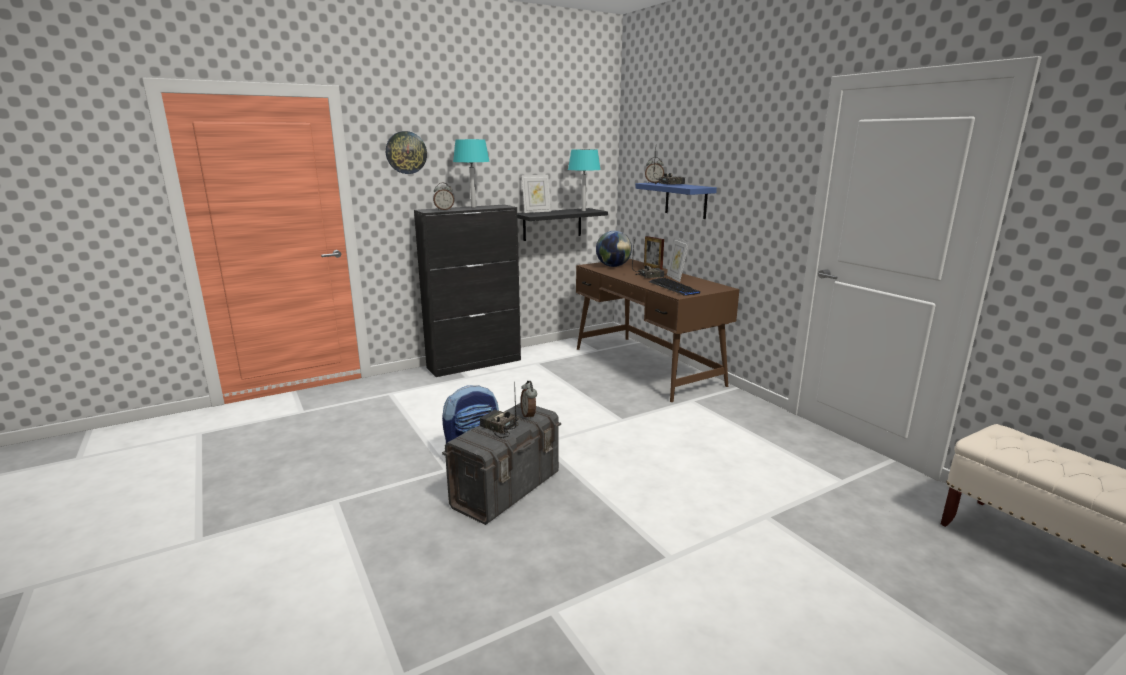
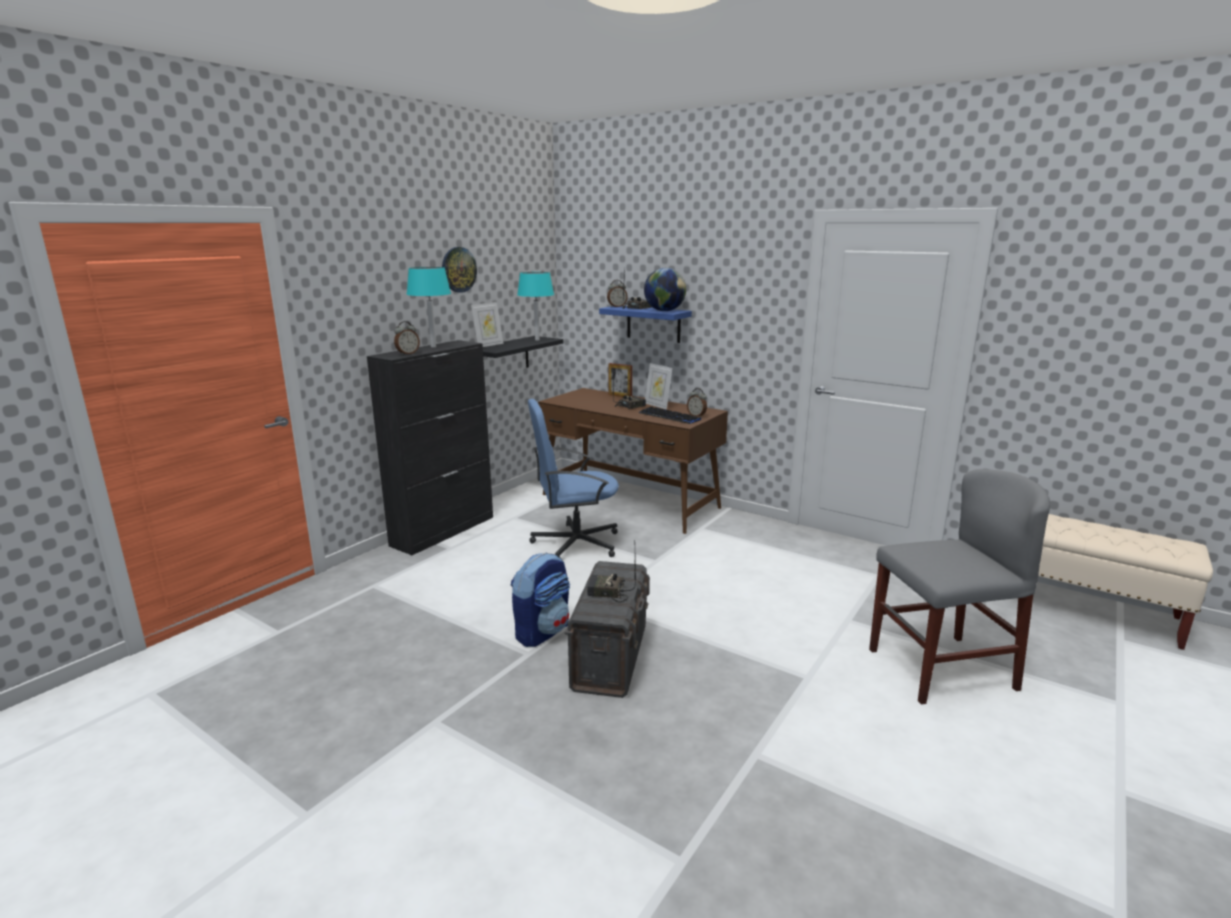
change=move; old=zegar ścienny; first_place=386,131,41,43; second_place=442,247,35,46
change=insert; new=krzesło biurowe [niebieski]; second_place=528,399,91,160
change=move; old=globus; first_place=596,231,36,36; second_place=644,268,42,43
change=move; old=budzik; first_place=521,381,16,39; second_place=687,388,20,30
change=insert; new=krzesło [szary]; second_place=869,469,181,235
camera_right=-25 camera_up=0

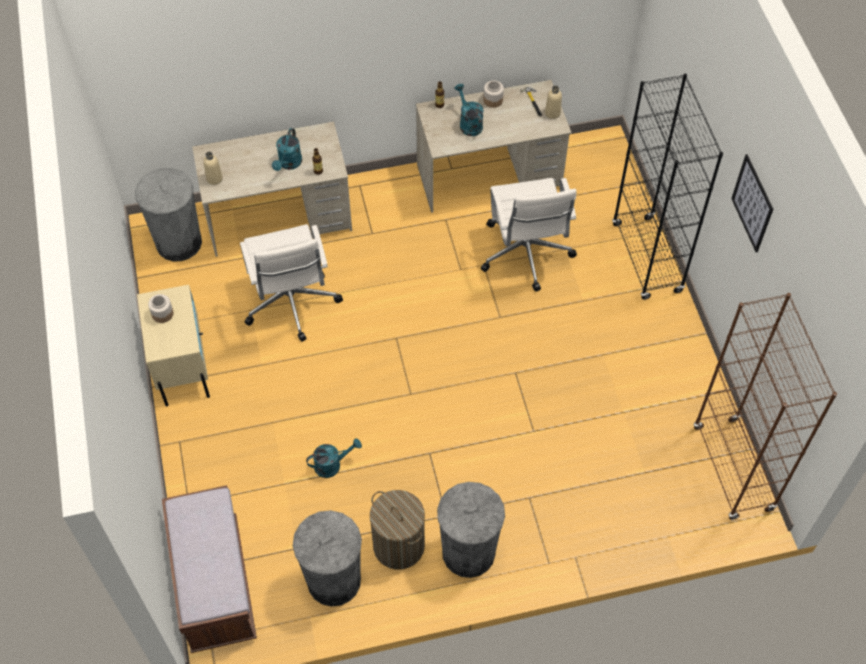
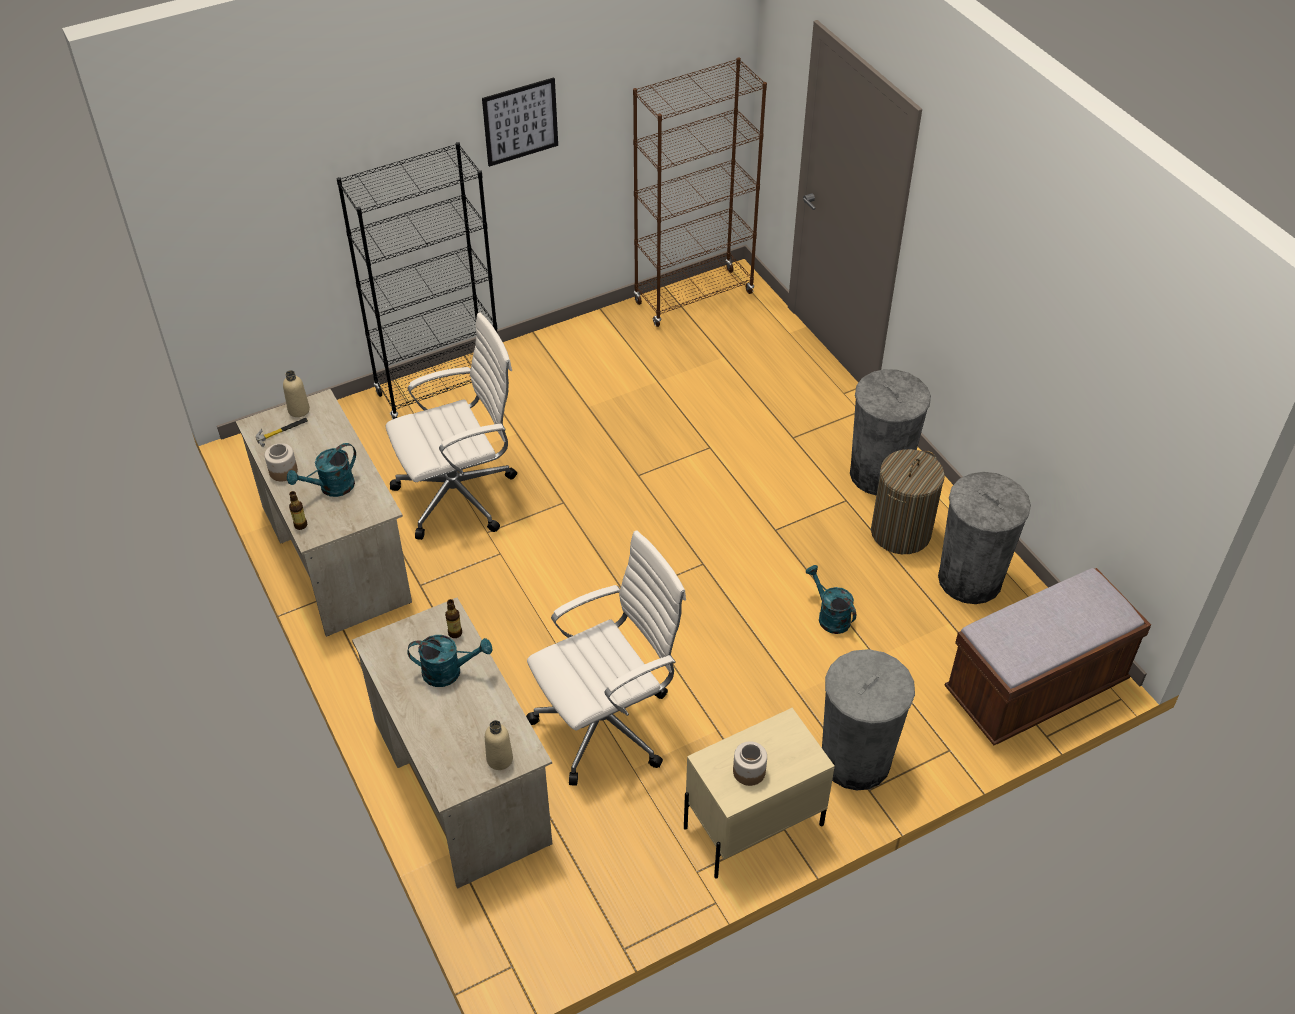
change=move; old=kosz na śmieci [szary]; first_place=135,168,67,93; second_place=822,649,93,141
camera_right=-105 camera_up=-10

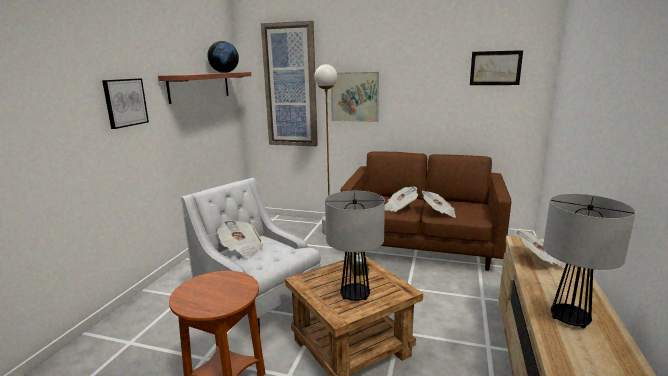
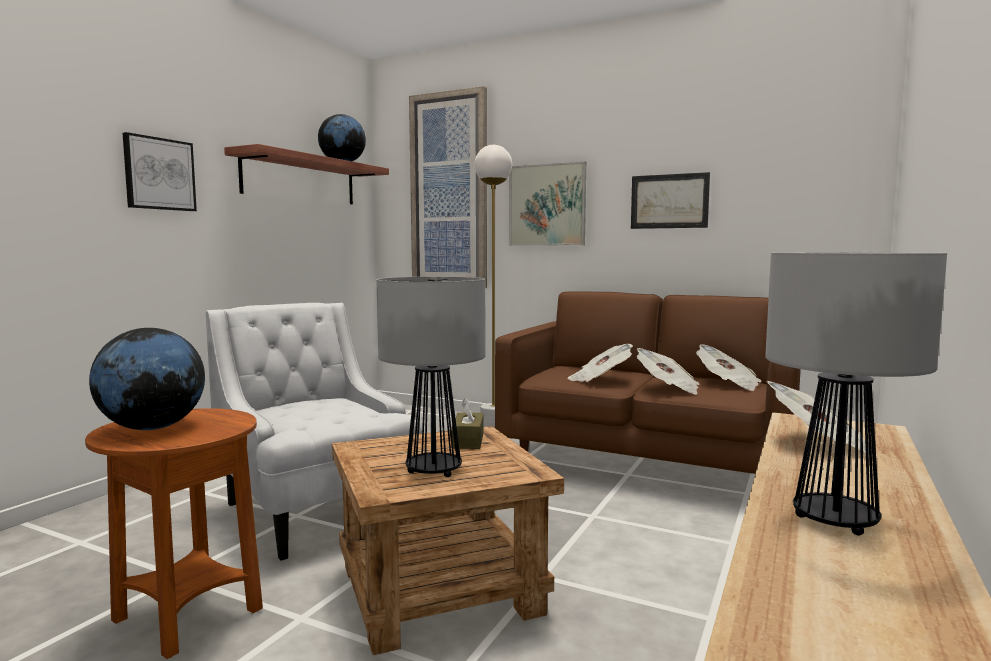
change=insert; new=globus; second_place=89,328,116,102
change=move; old=obraz; first_place=470,50,53,35; second_place=631,172,79,57
change=move; old=gazeta; first_place=217,220,46,38; second_place=696,344,65,47
camera_right=10 camera_up=-10

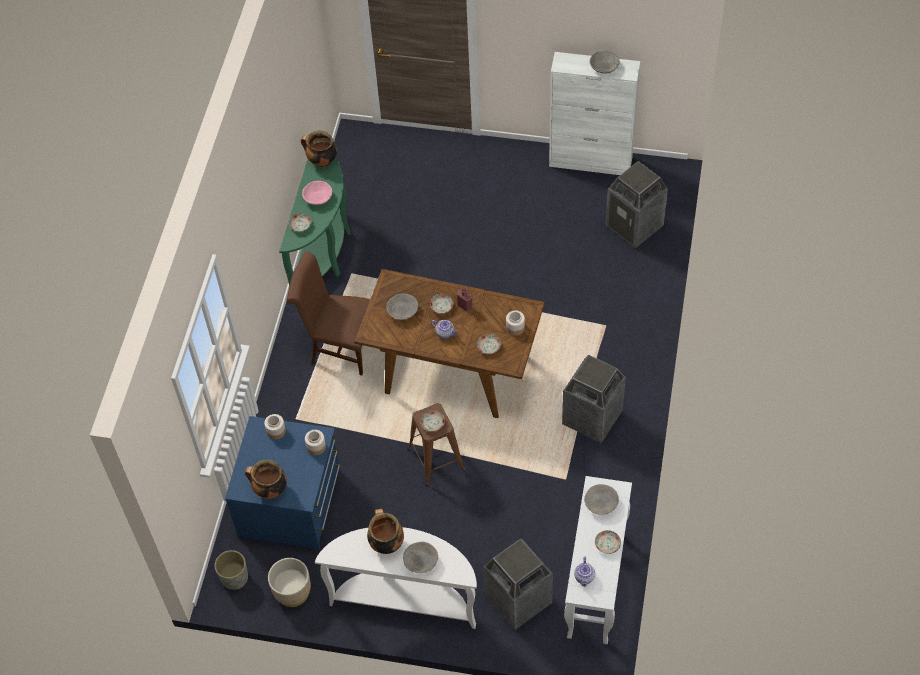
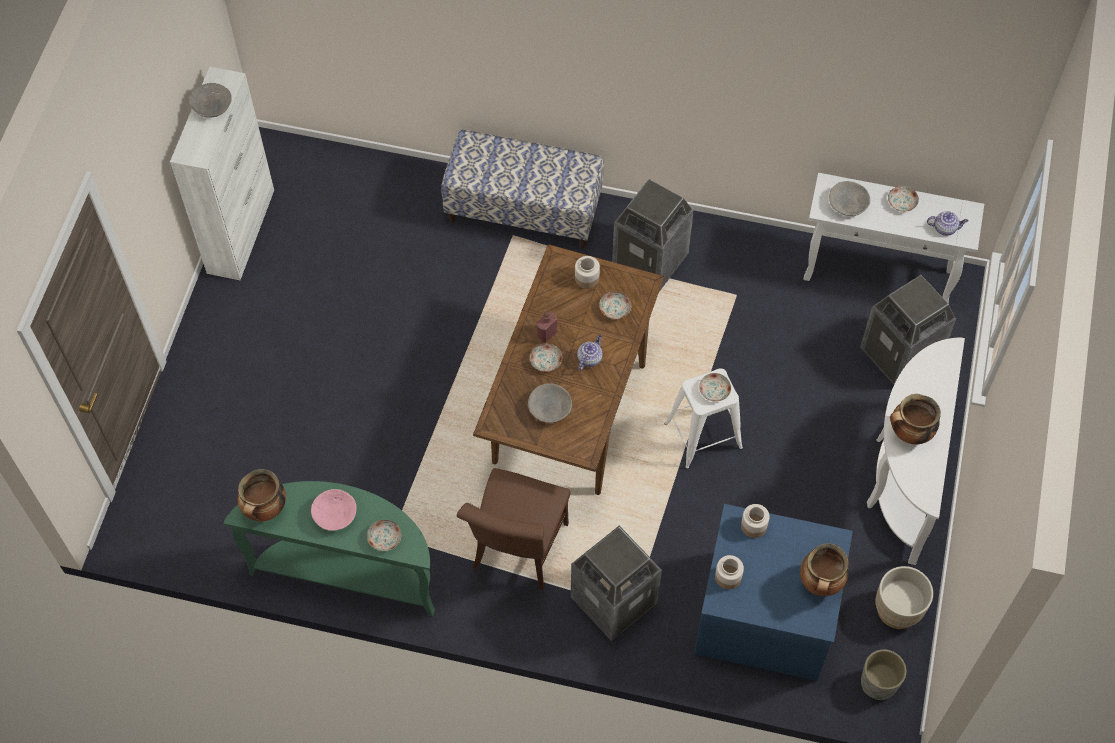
change=insert; new=ławka; second_place=441,130,163,118
change=move; old=kosz na śmieci; first_place=605,161,63,88; second_place=571,526,91,115
change=recolor; old=stołek [brązowy]; new=stołek [biały]; first_place=407,403,58,83; second_place=665,368,78,101
change=delete; old=miska [szary]; first_place=403,542,35,31
camera_right=-90 camera_up=5

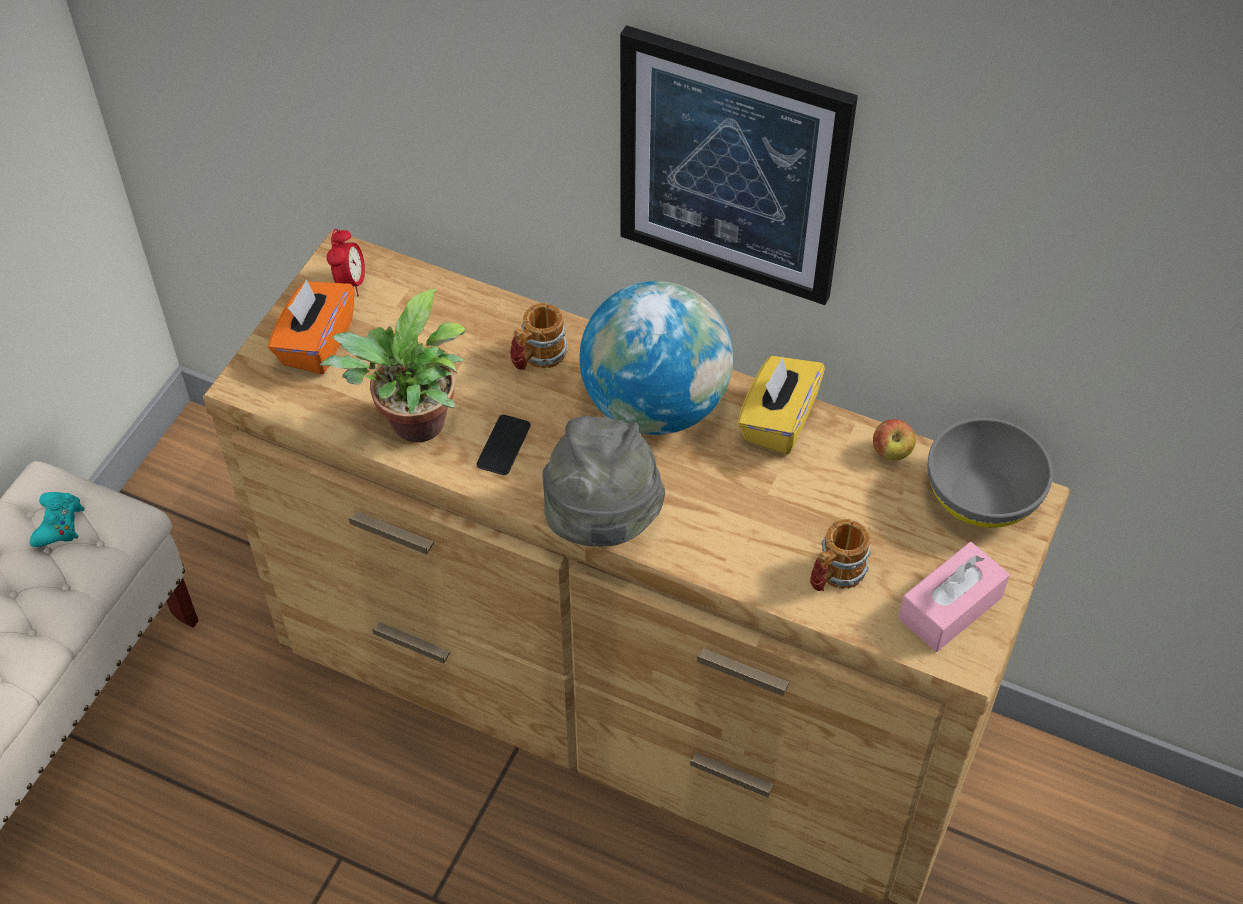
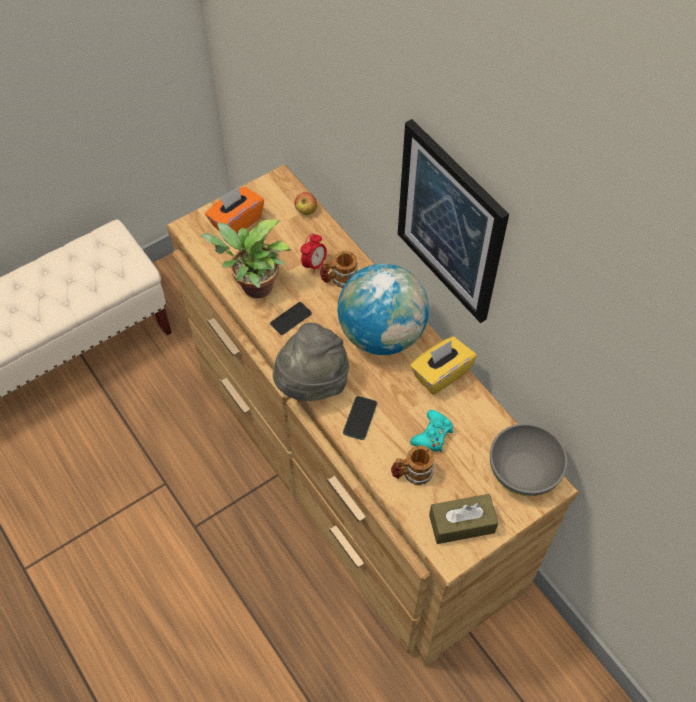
change=move; old=jabłko; first_place=873,419,43,41; second_place=295,192,22,23
change=move; old=budzik; first_place=327,229,38,67; second_place=301,233,26,41
change=insert; new=telefon; second_place=343,396,34,44
change=move; old=pad do gier [turkusowy]; first_place=30,492,54,55; second_place=410,410,43,42
change=recolor; old=pudełko chusteczek [różowy]; new=pudełko chusteczek [brązowy]; first_place=898,542,112,110; second_place=429,494,69,50
camera_right=30 camera_up=5

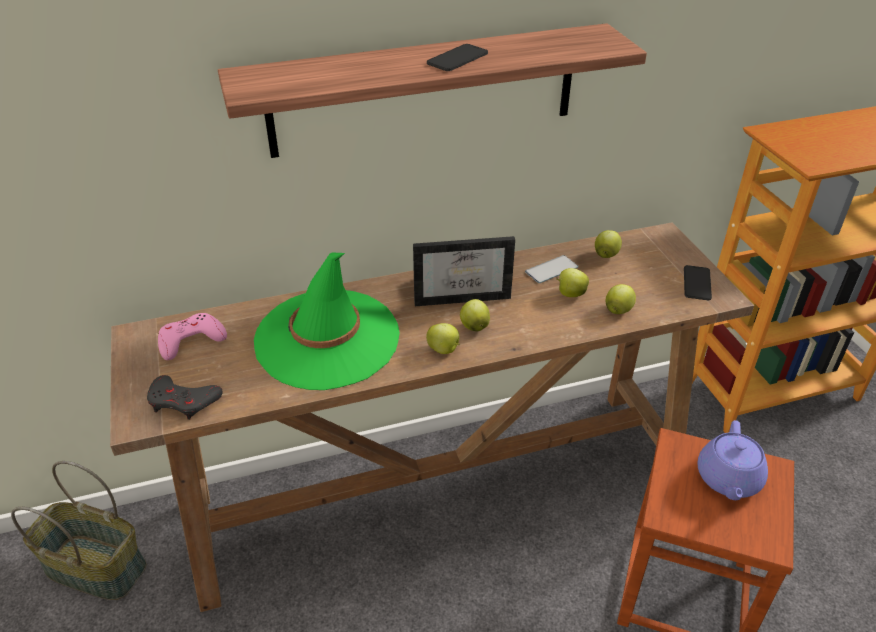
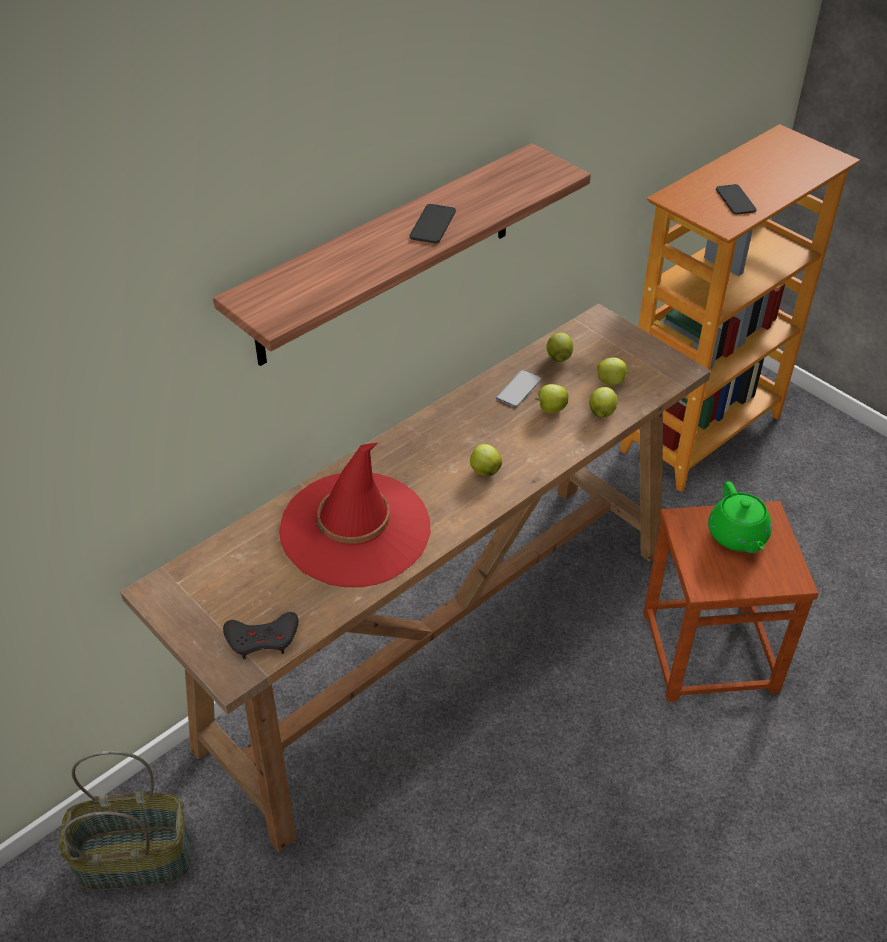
change=recolor; old=kapelusz [zielony]; new=kapelusz [czerwony]; first_place=254,253,146,137; second_place=279,442,152,145
change=move; old=jabłko; first_place=426,323,34,31; second_place=597,357,32,28
change=recolor; old=imbryk [fioletowy]; new=imbryk [zielony]; first_place=697,420,71,80; second_place=708,482,64,71
change=move; old=telefon; first_place=684,265,28,35; second_place=716,184,41,31
change=delete; old=pad do gier [różowy]; first_place=158,313,69,47
change=delete; old=ramka na zdjęcie; first_place=413,236,102,70
camera_right=-25 camera_up=5

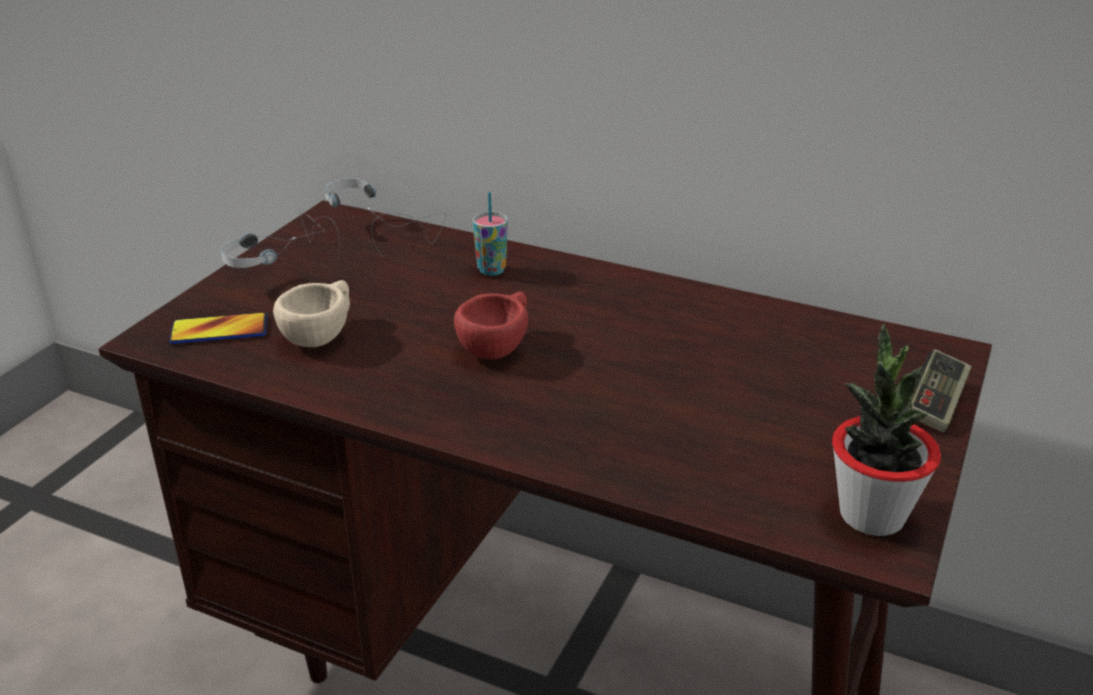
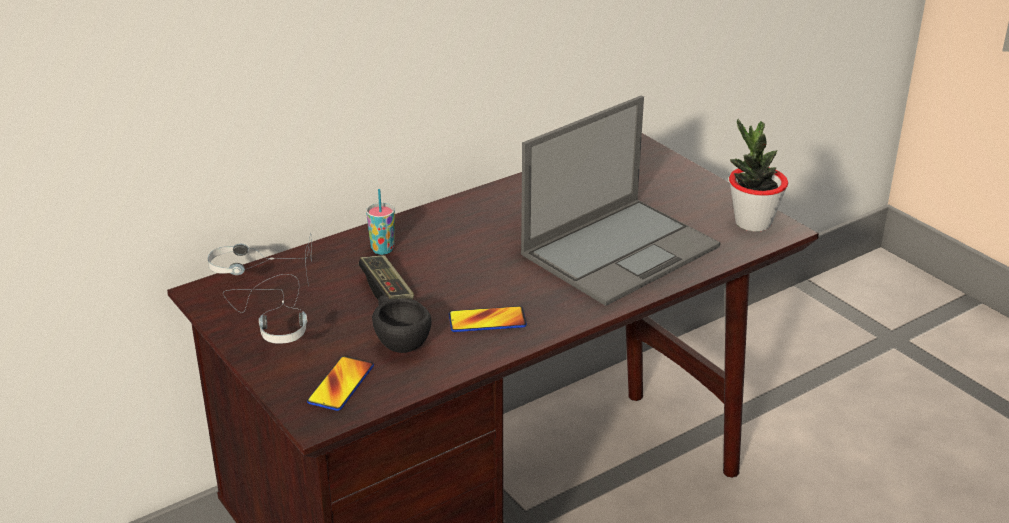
change=move; old=pad do gier; first_place=911,349,61,84; second_place=359,255,55,45
change=recolor; old=filiżanka [beżowy]; new=filiżanka [czarny]; first_place=273,280,77,67; second_place=372,296,60,57
change=insert; new=telefon; second_place=449,306,78,26
change=insert; new=laptop; second_place=521,95,199,211
change=delete; old=filiżanka [czerwony]; first_place=454,292,74,67
camera_right=-60 camera_up=0

